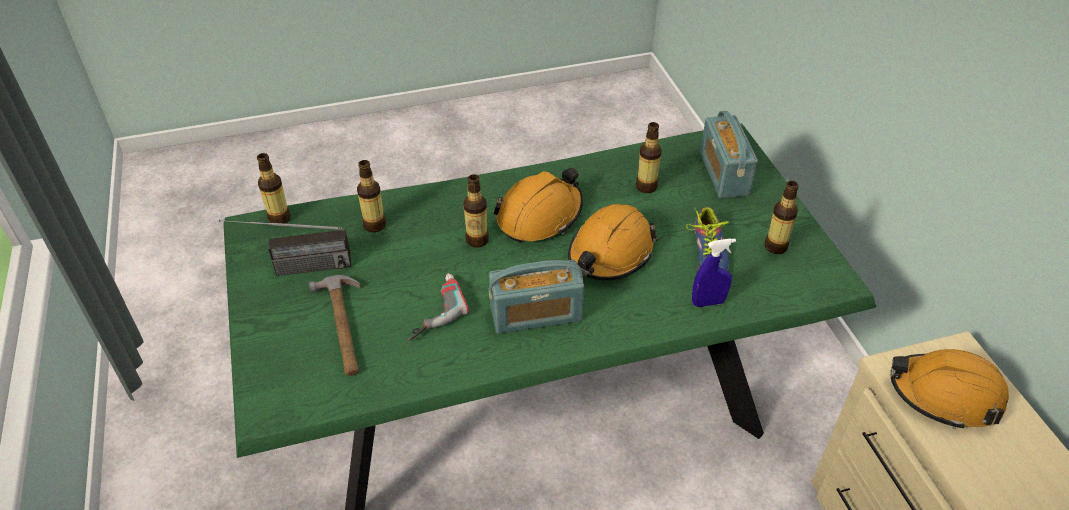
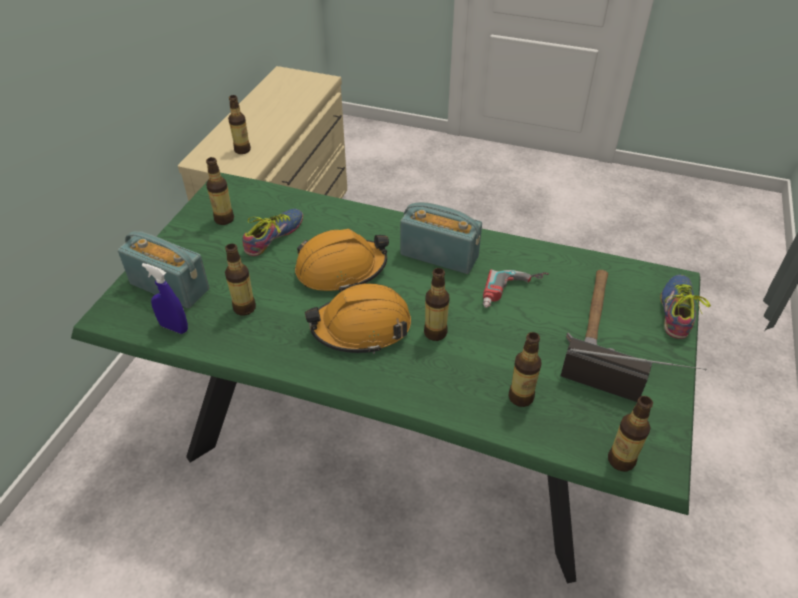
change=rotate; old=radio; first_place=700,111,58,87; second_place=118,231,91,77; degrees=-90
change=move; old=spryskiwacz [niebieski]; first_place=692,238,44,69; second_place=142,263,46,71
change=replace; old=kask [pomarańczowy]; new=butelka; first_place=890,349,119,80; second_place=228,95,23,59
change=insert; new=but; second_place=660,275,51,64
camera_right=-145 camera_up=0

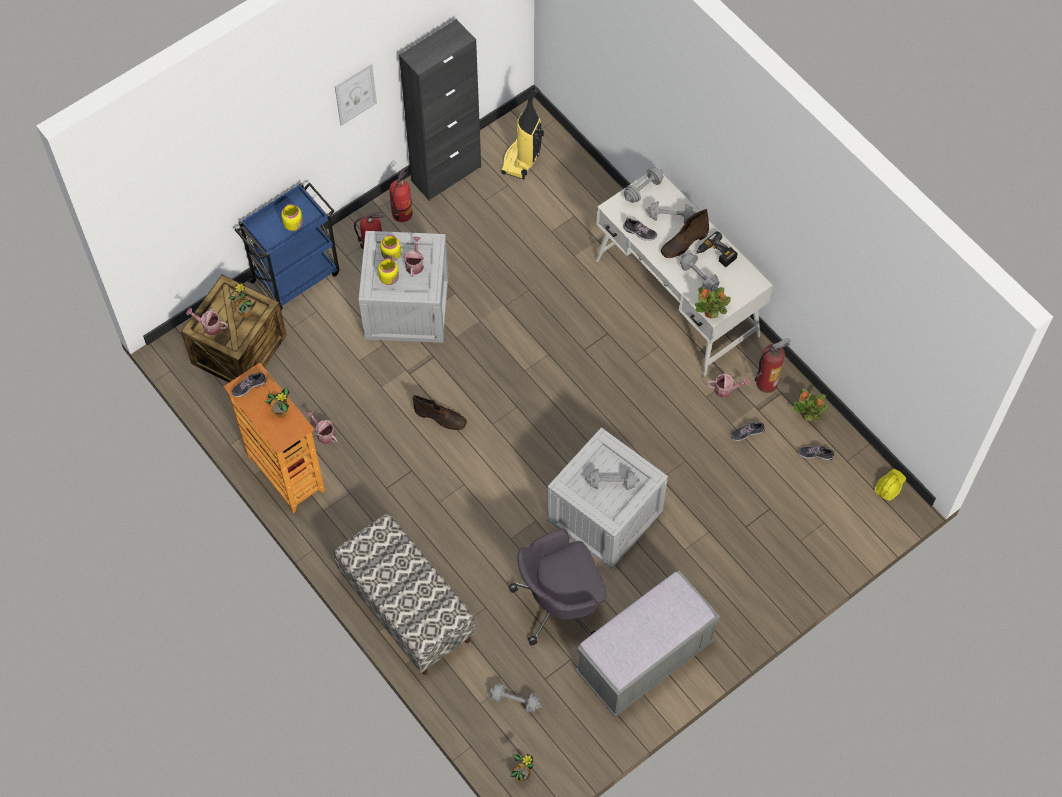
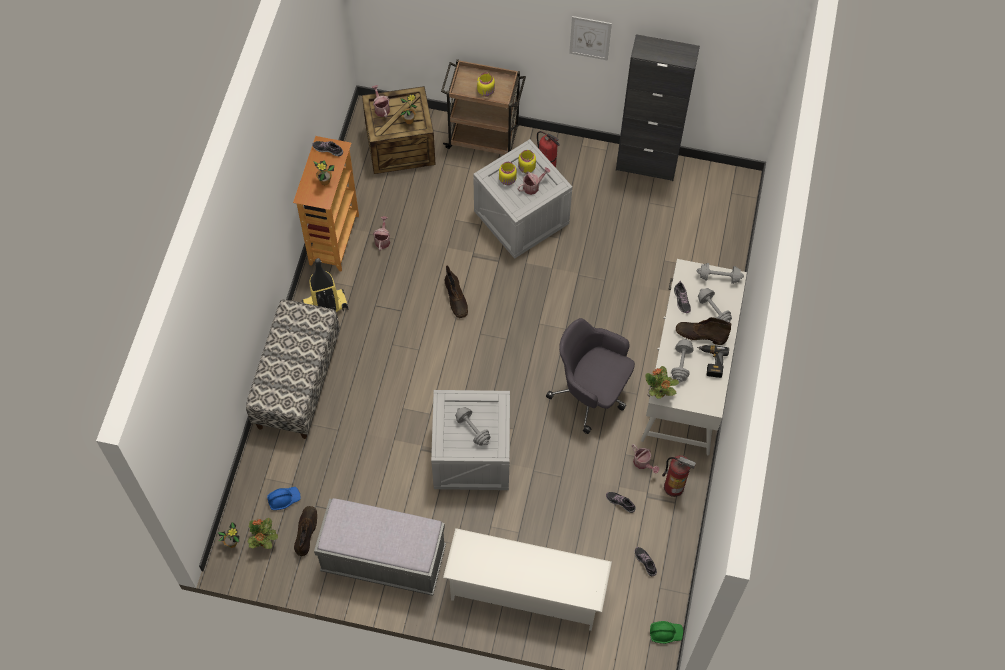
change=move; old=roślina doniczkowa; first_place=793,389,36,32; second_place=247,518,31,31
change=replace; old=hantel [szary]; new=kask [niebieski]; first_place=489,683,53,30; second_place=267,487,34,23
change=insert; new=but z cholewką [brązowy]; second_place=294,506,23,50
change=move; old=odkurzacz; first_place=501,88,43,92; second_place=302,258,46,54
change=recolor; old=wózek [niebieski]; new=wózek [brązowy]; first_place=235,183,104,128; second_place=441,59,85,96
change=insert; new=regał na buty [biały]; second_place=443,528,169,103
change=move; old=krzesło biurowe [szary]; first_place=509,529,98,116; second_place=546,318,89,116
change=recolor; old=kask [żółty]; new=kask [zielony]; first_place=874,469,32,32; second_place=650,621,34,23
change=delete; old=gaśnica; first_place=389,168,23,54
camera_right=50 camera_up=0

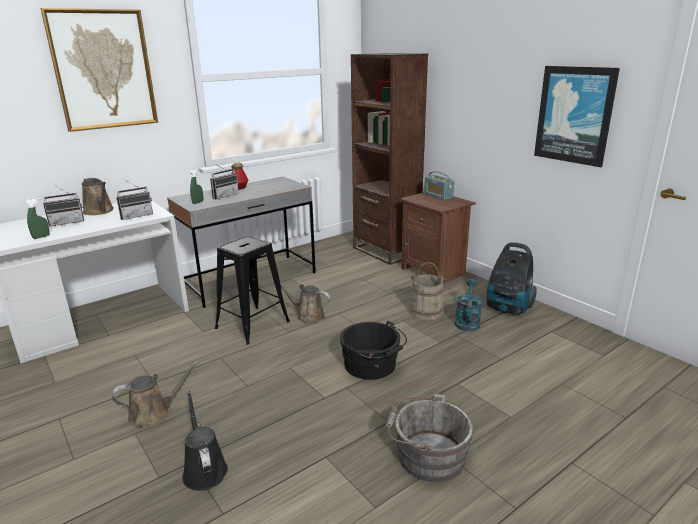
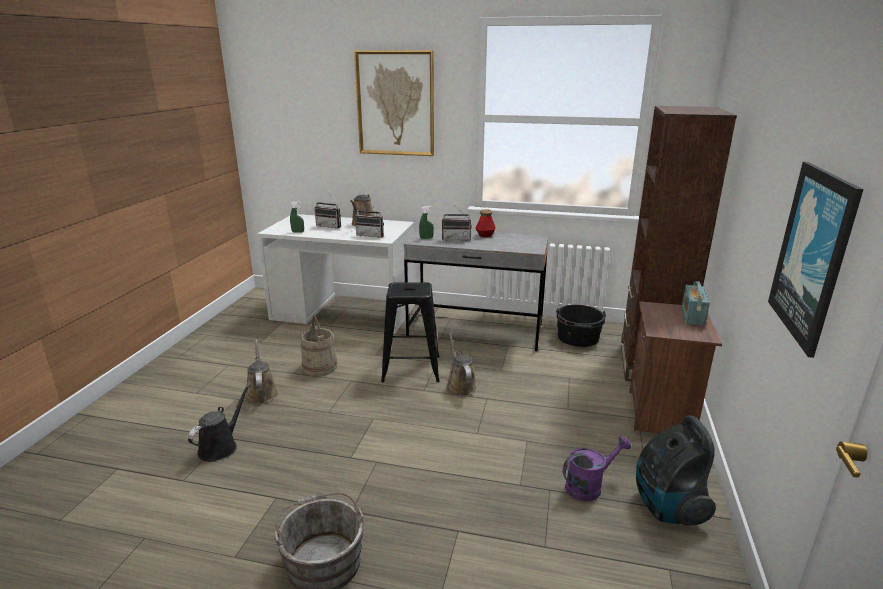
change=rotate; old=konewka [brązowy]; first_place=112,361,87,67; second_place=245,339,33,65; degrees=-135
change=move; old=wiadro [beżowy]; first_place=410,262,36,59; second_place=301,316,36,60
change=move; old=wiadro [czarny]; first_place=340,320,67,60; second_place=556,305,50,42
change=recolor; old=konewka [turkusowy]; new=konewka [fioletowy]; first_place=455,279,27,52; second_place=563,436,68,65
camera_right=50 camera_up=0

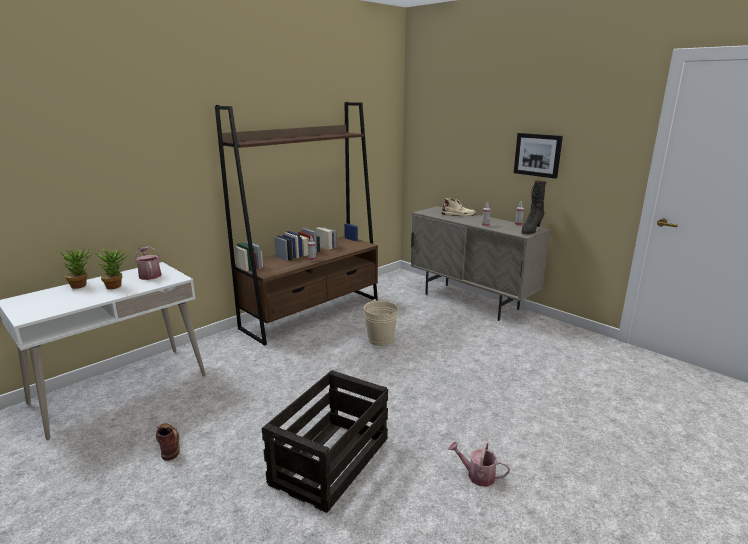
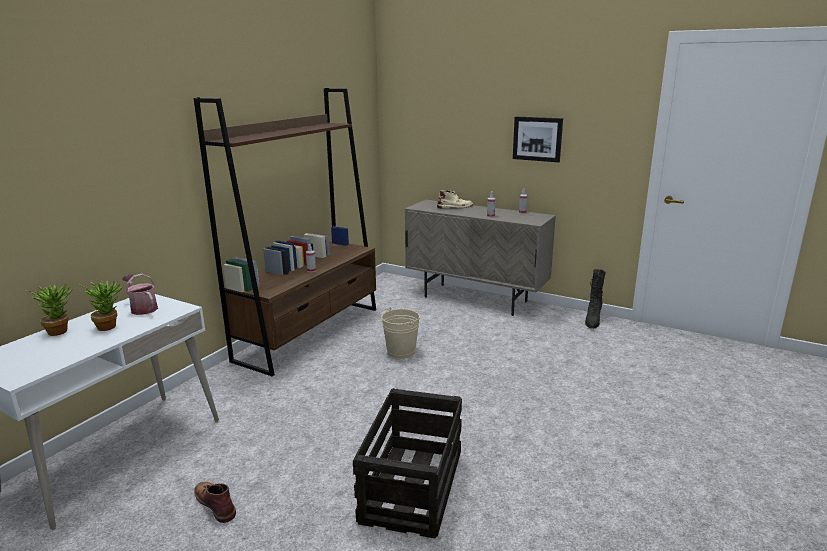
change=move; old=but z cholewką [czarny]; first_place=521,181,25,53; second_place=585,269,21,59
change=delete; old=konewka; first_place=448,442,62,45
camera_right=-15 camera_up=0

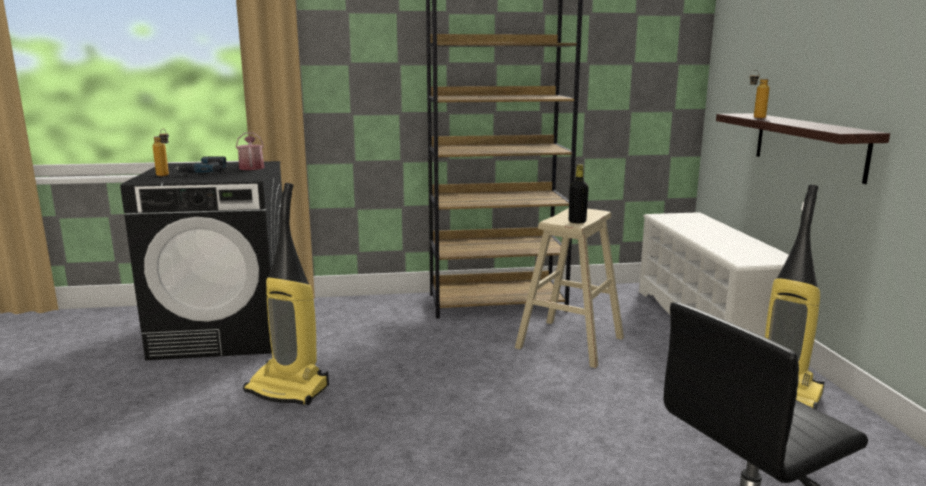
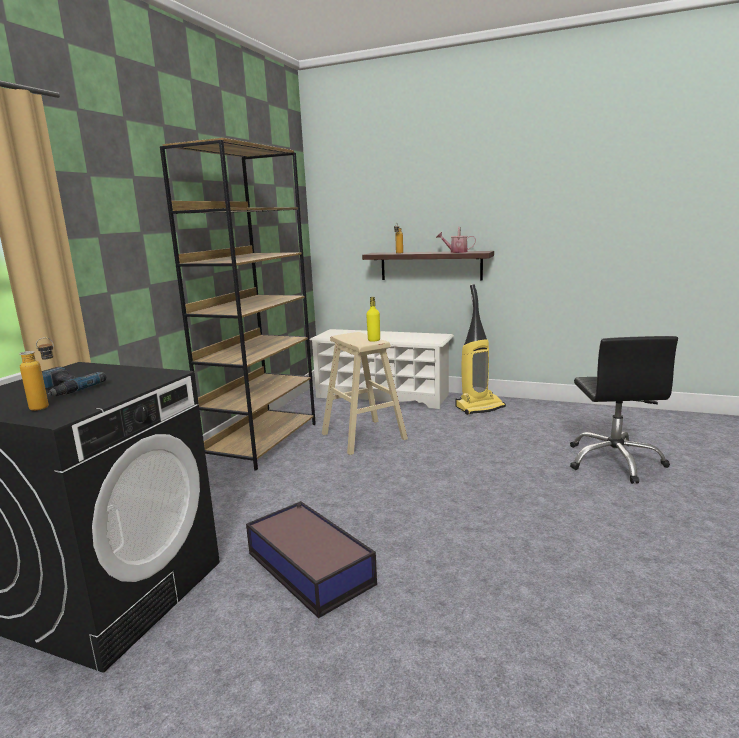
change=replace; old=odkurzacz; new=pojemnik do przechowywania; first_place=243,183,86,222; second_place=246,501,131,117
change=recolor; old=butelka [czarny]; new=butelka [żółty]; first_place=569,164,20,59; second_place=366,297,14,45
change=move; old=konewka; first_place=236,132,28,38; second_place=436,227,40,26
camera_right=-60 camera_up=0

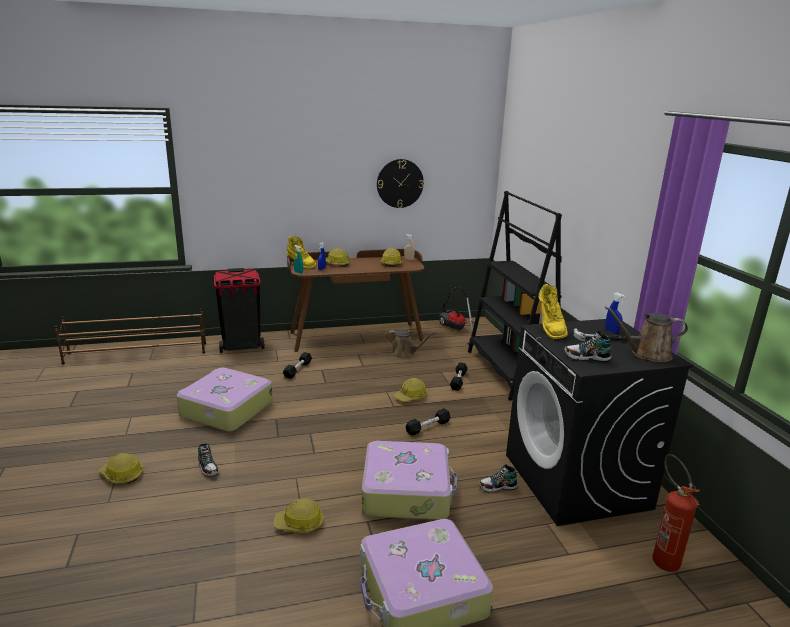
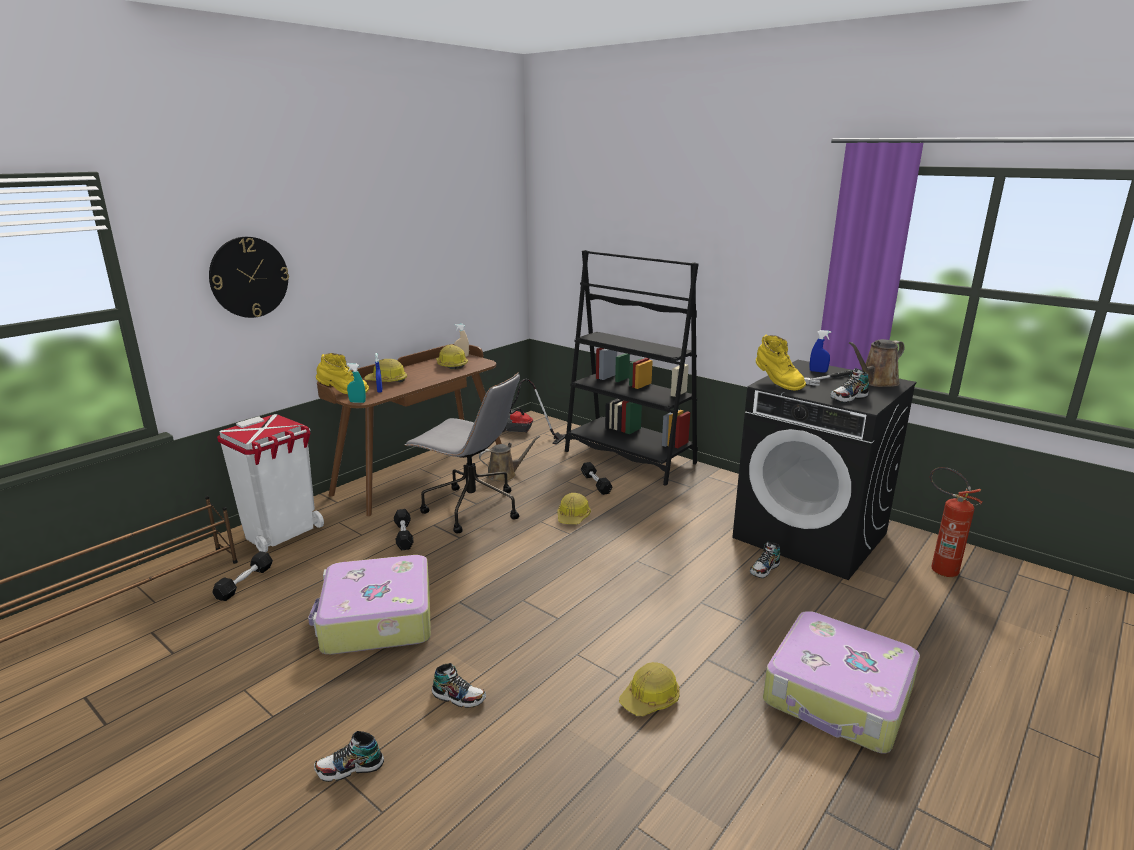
change=move; old=zegar ścienny; first_place=377,159,47,49; second_place=209,237,80,81
change=move; old=hantel [czarny]; first_place=406,408,45,28; second_place=212,551,61,50
change=recolor; old=kosz na śmieci [czarny]; new=kosz na śmieci [biały]; first_place=214,268,50,85; second_place=217,414,107,138
change=replace; old=kask; new=but; first_place=99,453,44,31; second_place=314,731,70,51
change=insert; new=krzesło biurowe [szary]; second_place=404,372,116,161
change=delete; old=walizka; first_place=362,441,95,79
camera_right=-35 camera_up=0

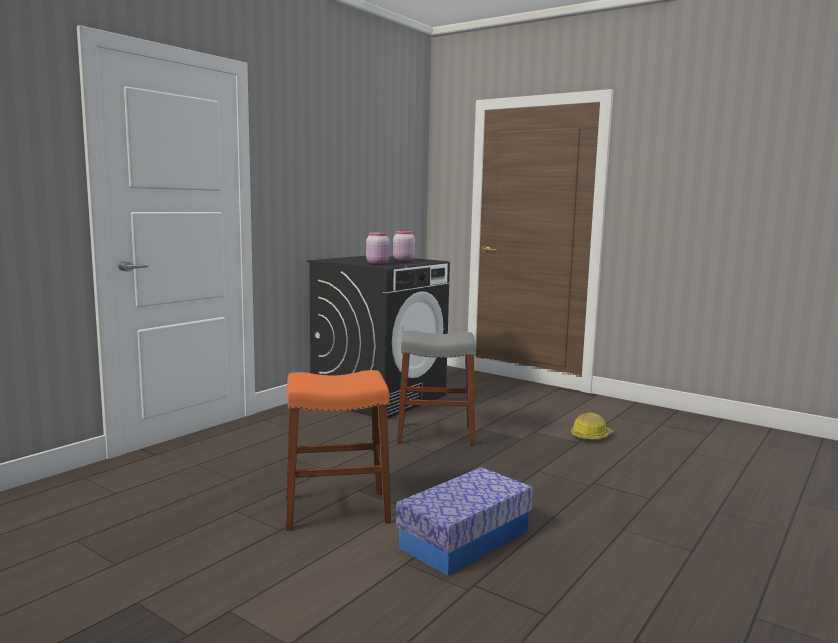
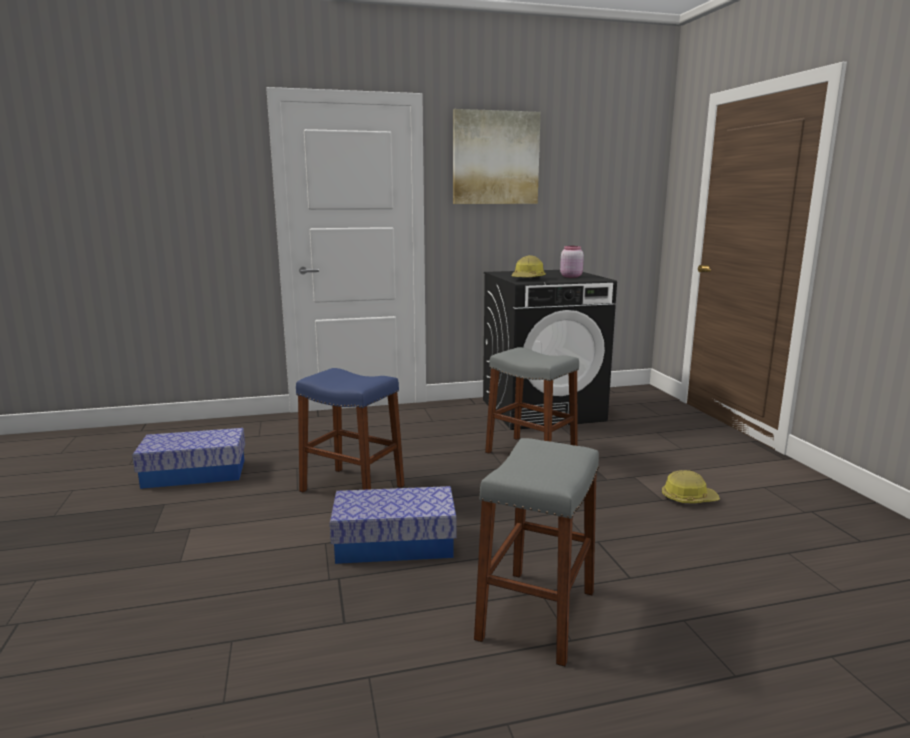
change=insert; new=pojemnik do przechowywania; second_place=132,428,113,61
change=recolor; old=stołek [pomarańczowy]; new=stołek [niebieski]; first_place=286,370,105,161; second_place=296,368,108,125
change=insert; new=obraz; second_place=453,109,88,95
change=insert; new=stołek [szary]; second_place=474,438,125,229
change=replace; old=słoik [różowy]; new=kask; first_place=366,232,24,33; second_place=511,255,35,22
camera_right=40 camera_up=5

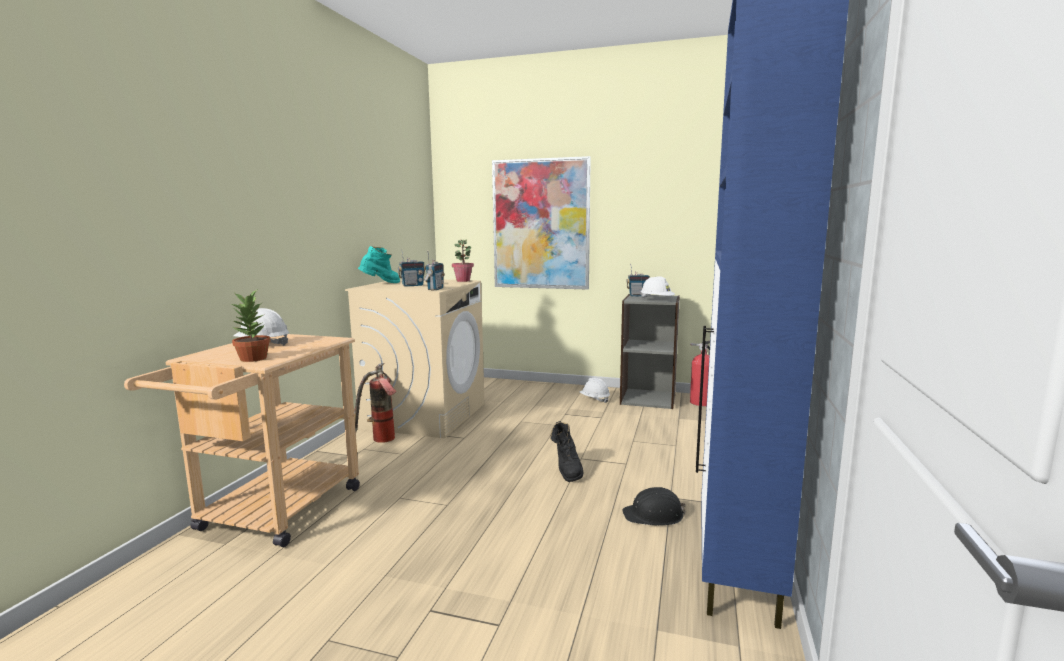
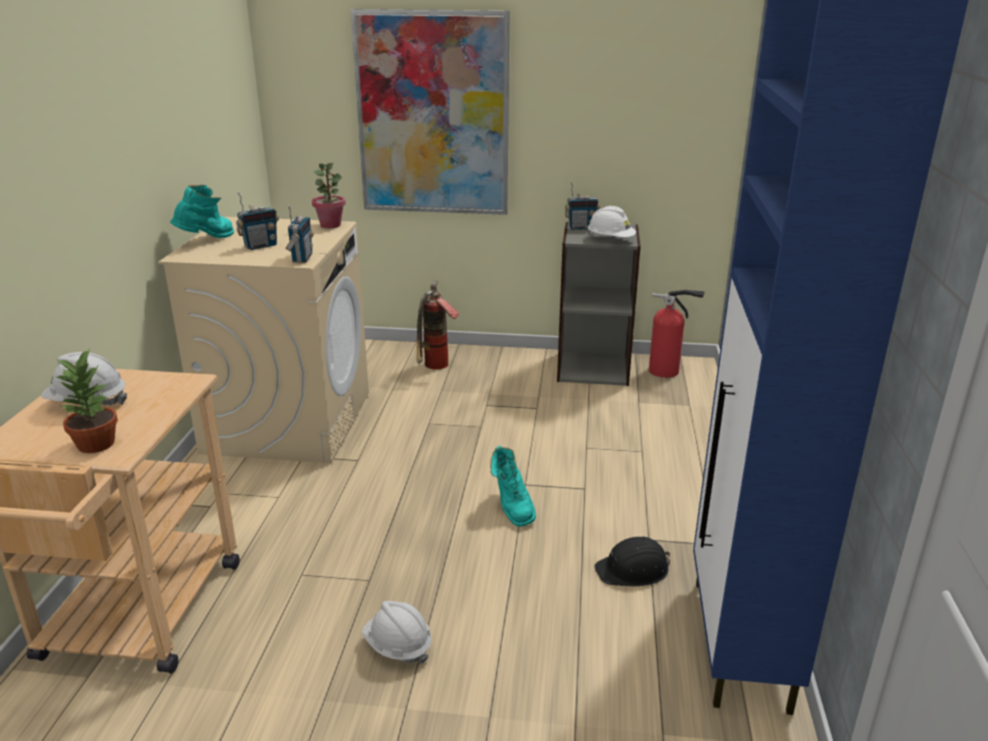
change=move; old=kask [biały]; first_place=580,377,30,26; second_place=362,601,70,64
change=move; old=gaśnica; first_place=354,363,42,80; second_place=417,281,42,88
change=recolor; old=but z cholewką [czarny]; new=but z cholewką [turkusowy]; first_place=550,421,33,61; second_place=490,445,46,82
camera_right=-10 camera_up=15

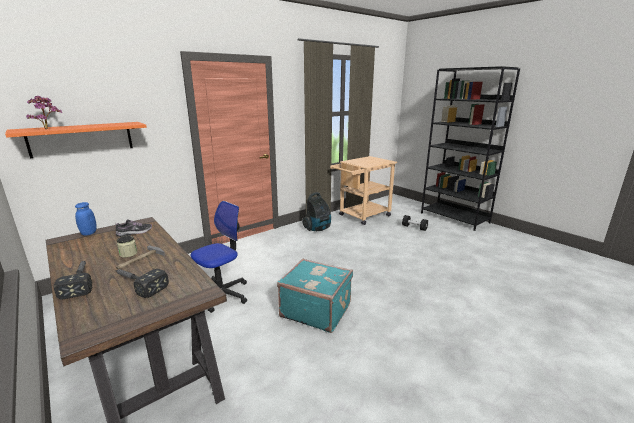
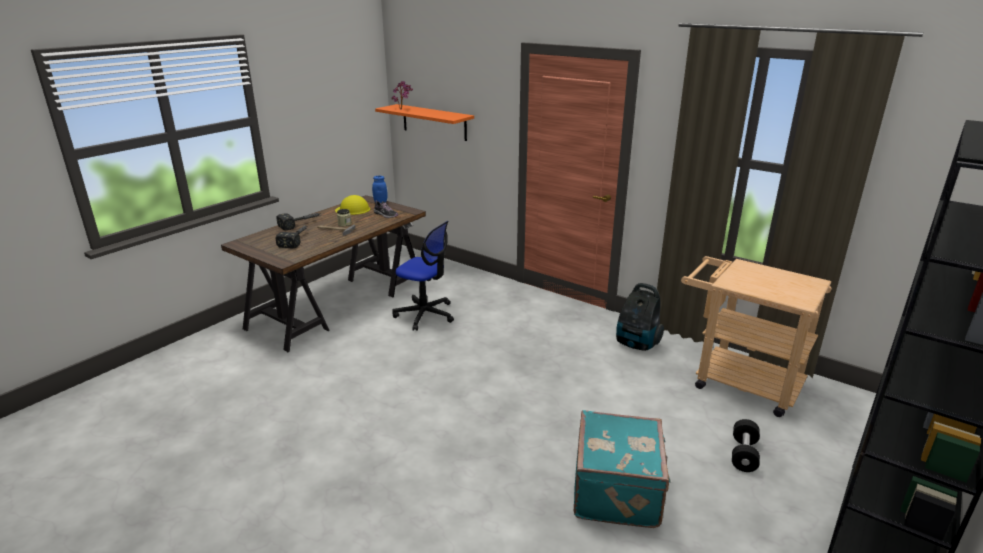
change=insert; new=kask [żółty]; second_place=335,195,35,20
change=move; old=walizka [turkusowy]; first_place=277,259,76,74; second_place=573,410,98,118
camera_right=75 camera_up=5

